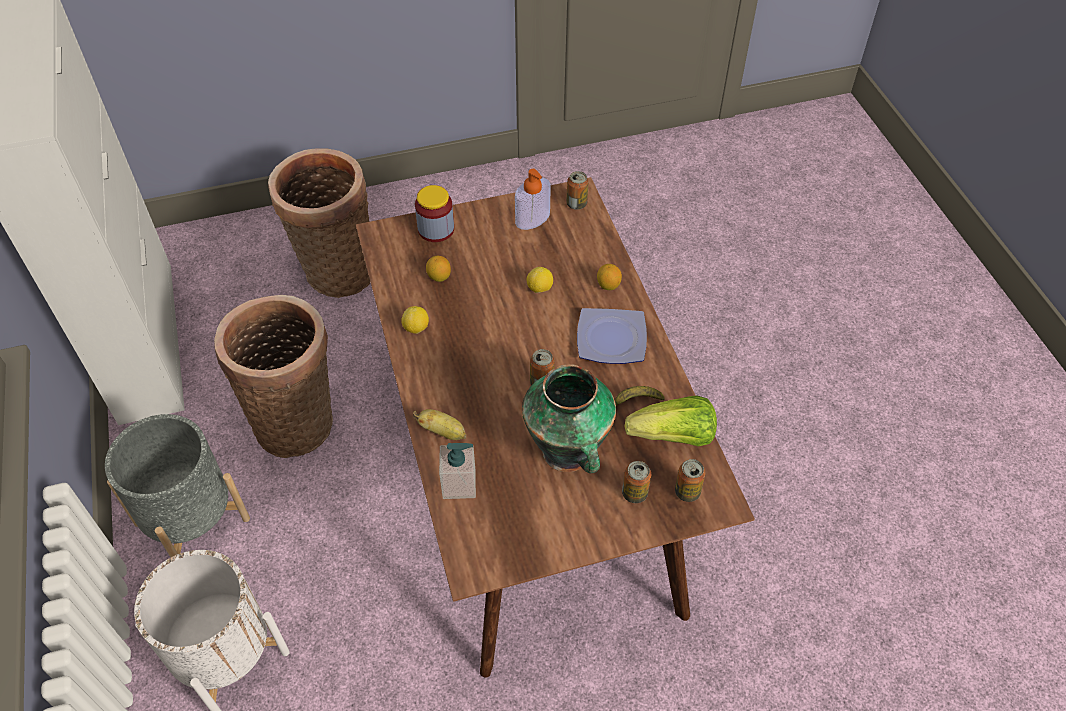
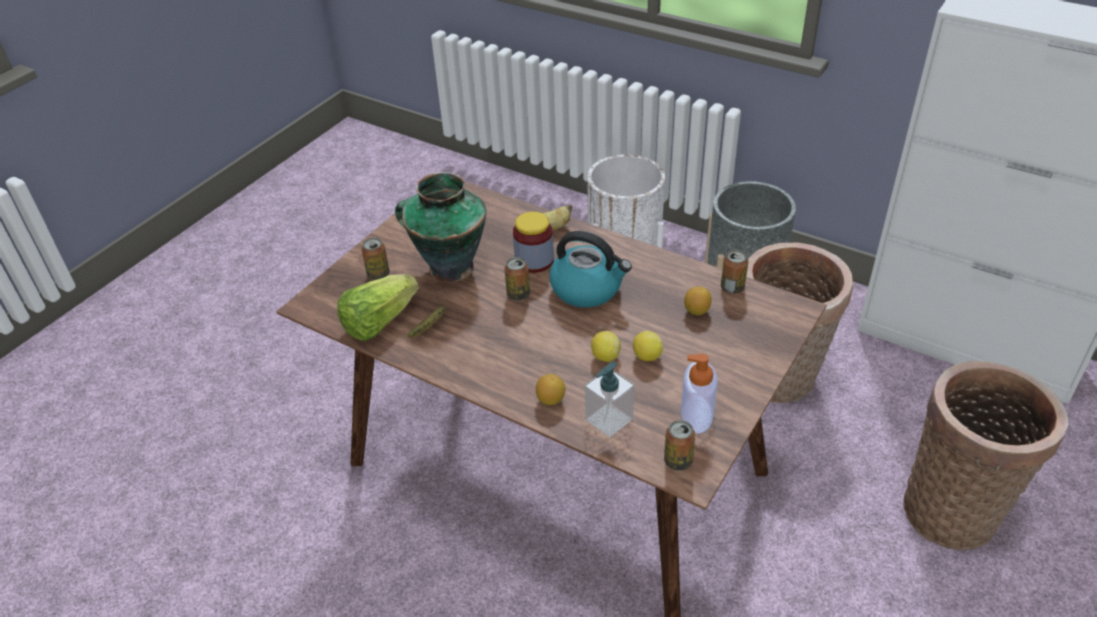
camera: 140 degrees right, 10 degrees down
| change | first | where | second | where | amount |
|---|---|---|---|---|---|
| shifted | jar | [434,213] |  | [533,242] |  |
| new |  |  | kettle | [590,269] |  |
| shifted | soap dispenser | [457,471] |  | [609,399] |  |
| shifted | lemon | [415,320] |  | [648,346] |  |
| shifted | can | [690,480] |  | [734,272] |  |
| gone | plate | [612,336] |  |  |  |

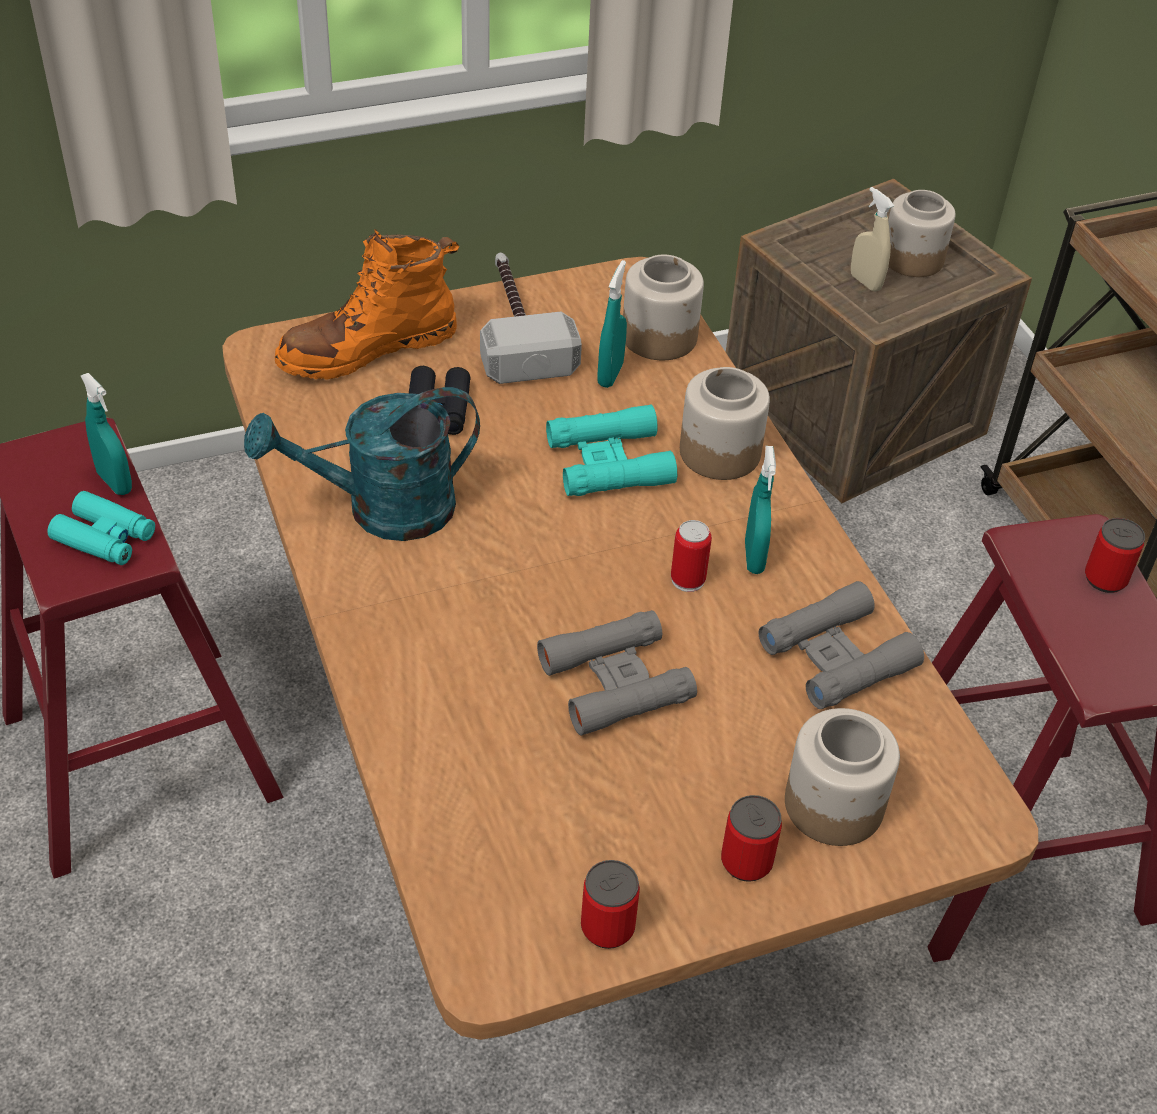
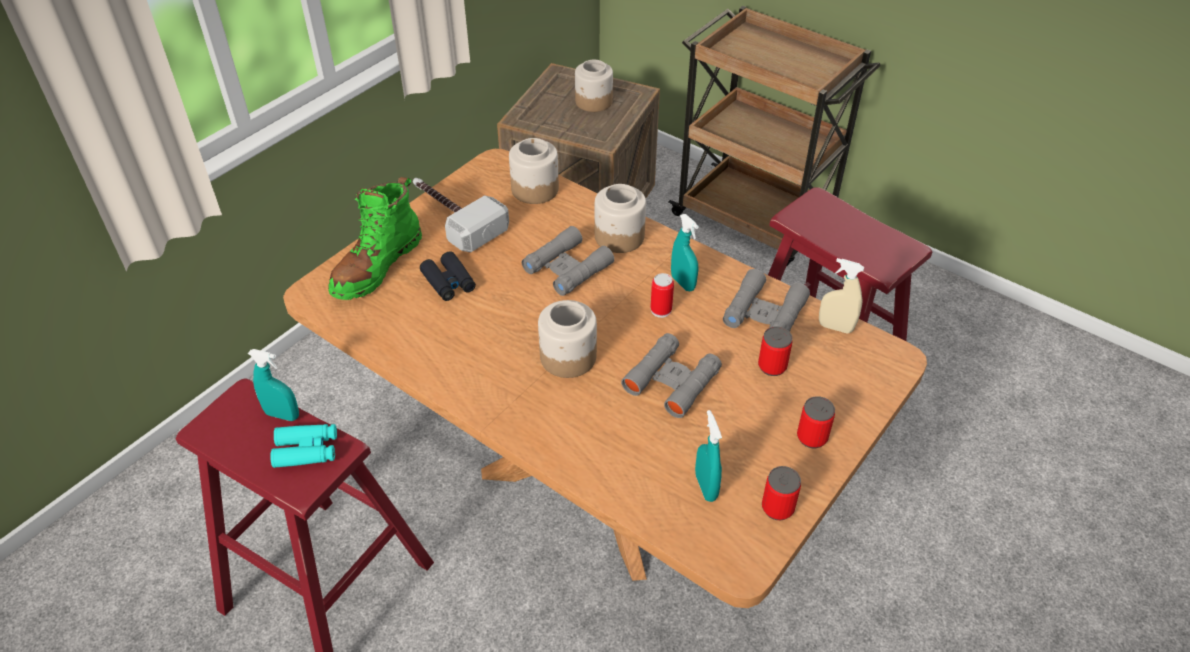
camera: 30 degrees left, 0 degrees up
| change | first | where | second | where | amount |
|---|---|---|---|---|---|
| repainted | boot in orange | [367,304] | boot in green | [375,238] |  |
| repainted | binoculars in turquoise | [611,450] | binoculars in grey | [568,261] |  |
| shifted | jar | [842,777] |  | [567,339] |  |
| shifted | spray bottle in turquoise | [612,324] |  | [708,456] |  |
| shifted | can | [1115,555] |  | [775,351] |  |
| shifted | spray bottle in beige | [872,239] |  | [841,296] |  |
| gone | watering can in turquoise | [362,464] |  |  |  |

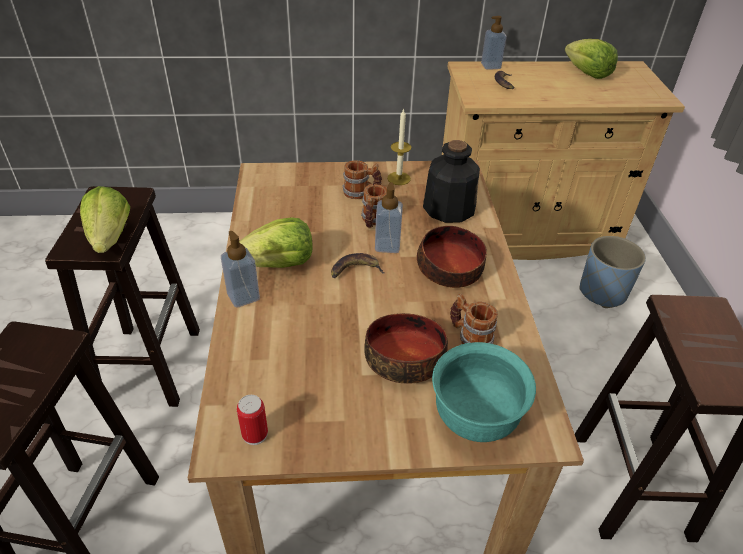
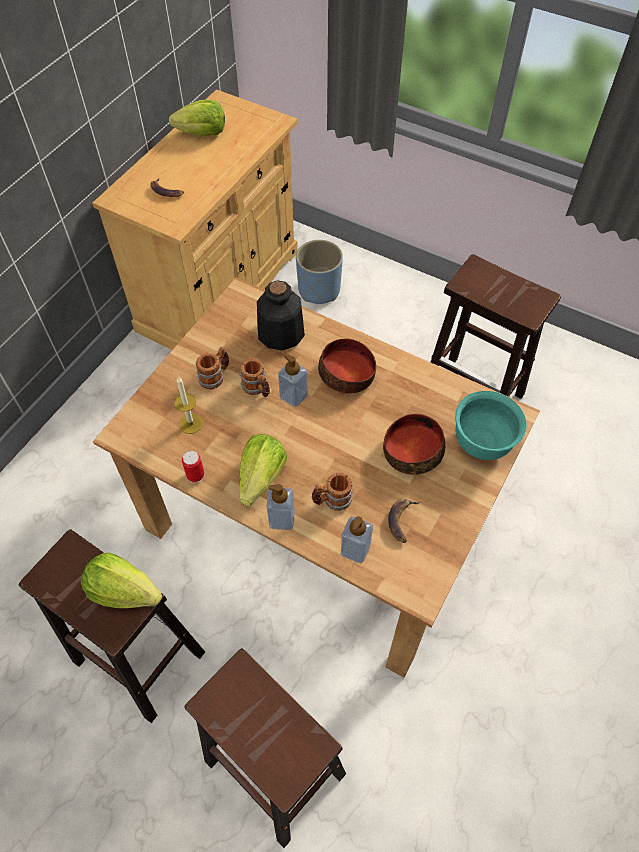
camera: 55 degrees left, 15 degrees up
| change | first | where | second | where | amount |
|---|---|---|---|---|---|
| shifted | candle | [399,146] |  | [188,405] |  |
| shifted | can | [252,420] |  | [193,467] |  |
| shifted | mug | [474,319] |  | [332,491] |  |
| shifted | soap dispenser | [494,43] |  | [357,539] |  |
| shifted | banana | [357,265] |  | [404,521] |  |

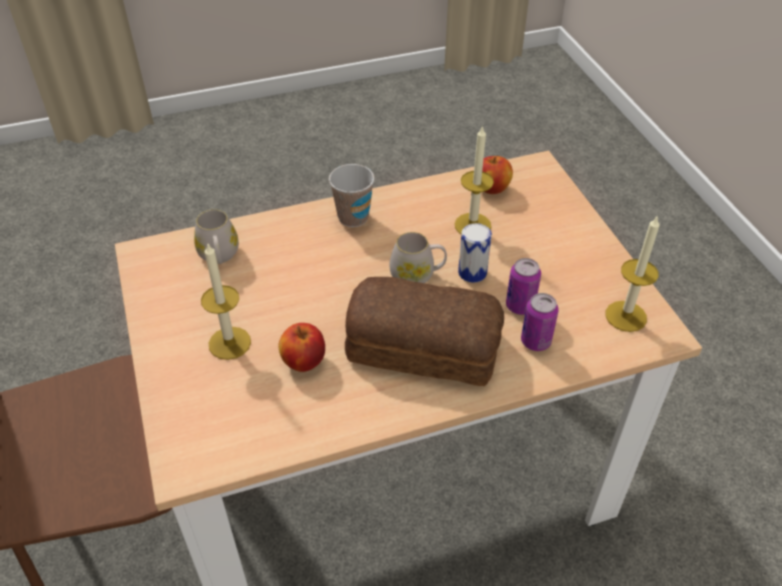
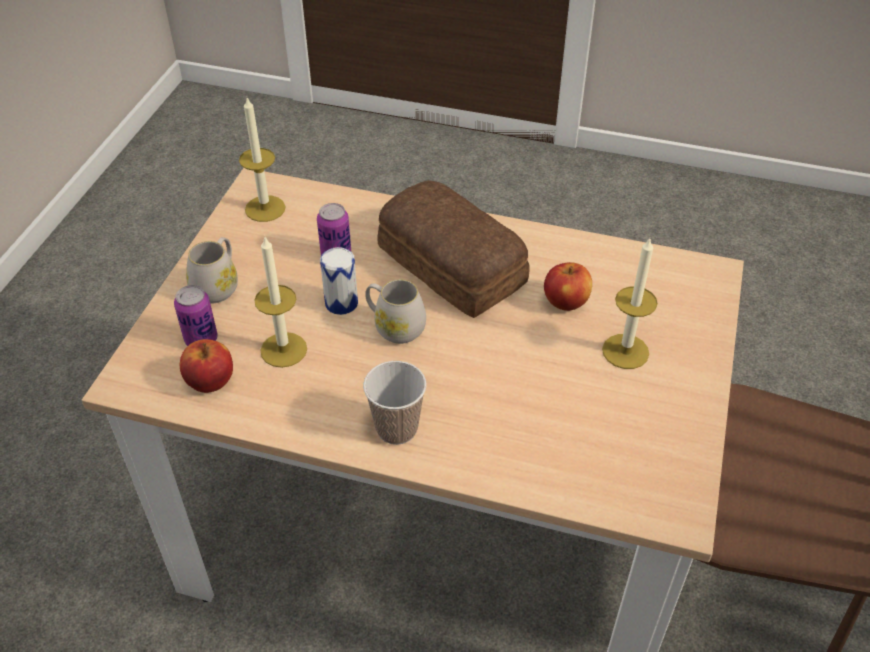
camera: 145 degrees left, 0 degrees up
| change | first | where | second | where | amount |
|---|---|---|---|---|---|
| shifted | can | [539,322] |  | [196,315] |  |
| shifted | mug in white | [216,236] |  | [212,270] |  |

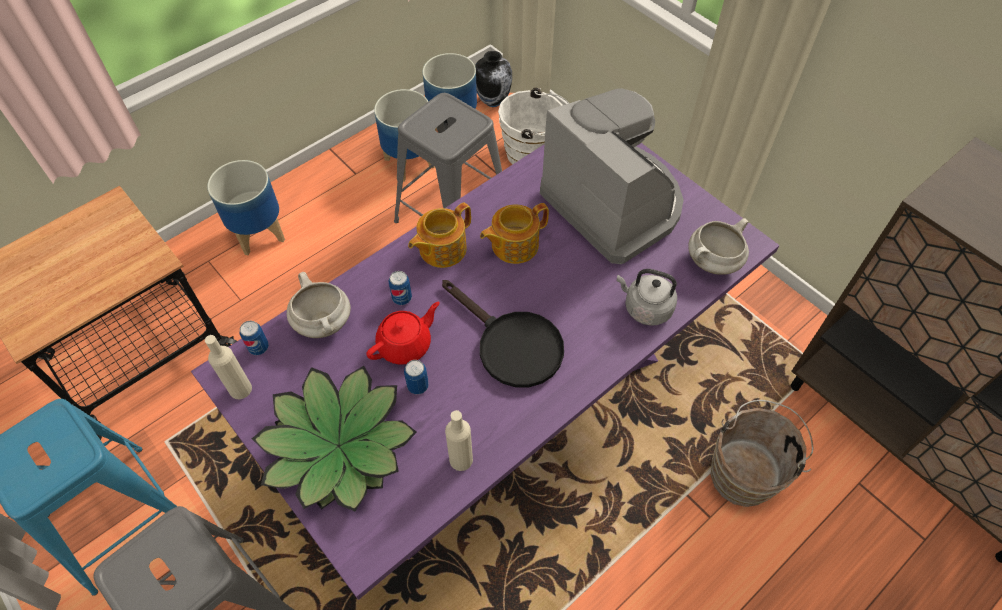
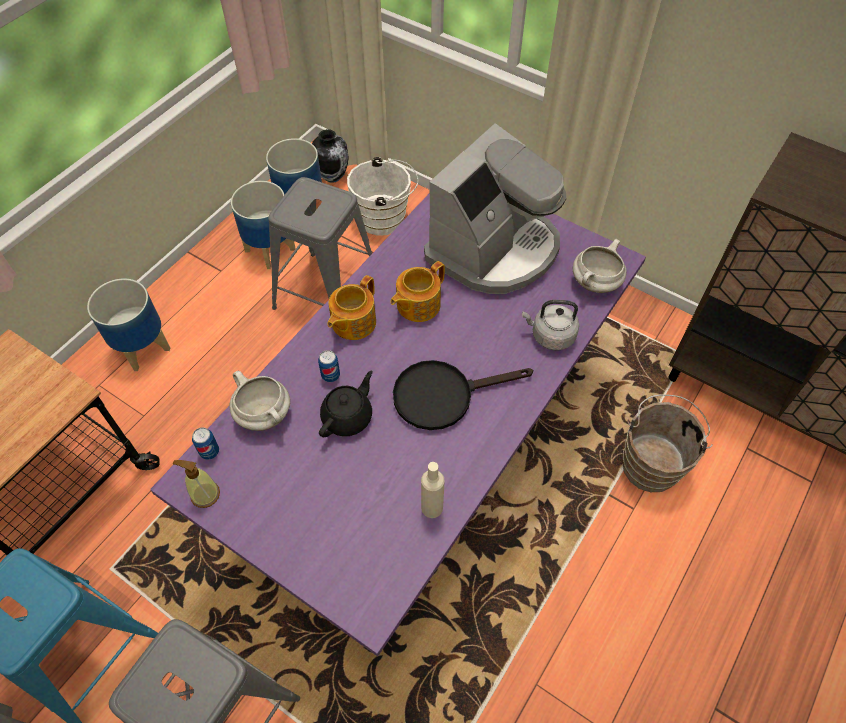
camera: 15 degrees left, 0 degrees up
| change | first | where | second | where | amount |
|---|---|---|---|---|---|
| swapped | bottle in beige | [228,367] | soap dispenser | [196,484] |  |
| repainted | teapot in red | [403,333] | teapot in black | [346,404] |  |
| rotated | frying pan in black | [503,333] |  | [463,395] | 135 degrees clockwise |
| rotated | coffee machine | [612,176] |  | [495,208] | 90 degrees clockwise |
| gone | potted plant | [334,438] |  |  |  |
| gone | can | [416,377] |  |  |  |

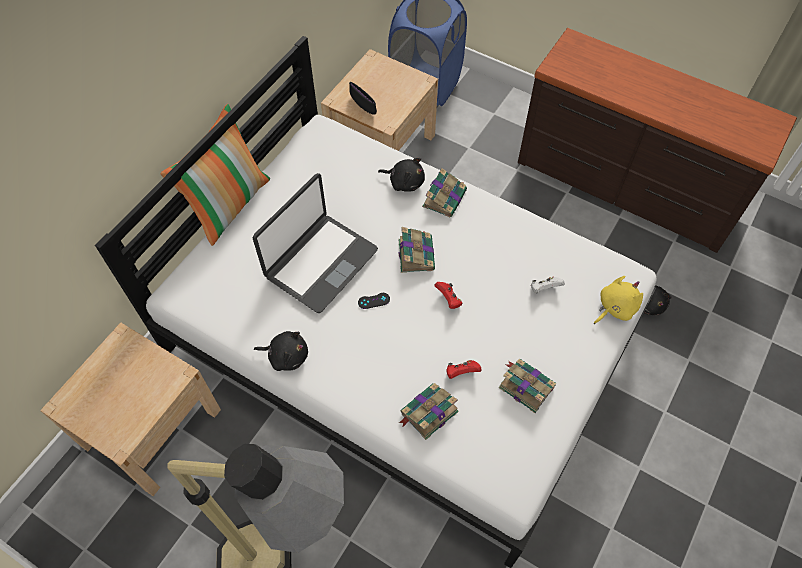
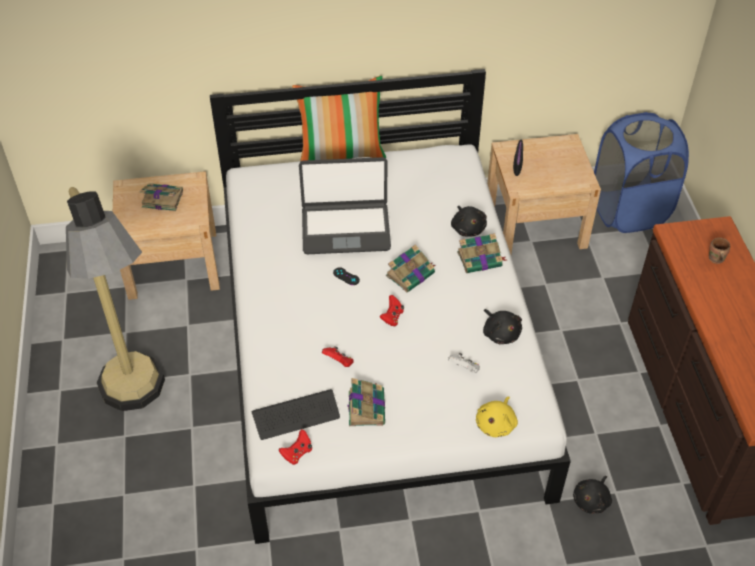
camera: 50 degrees right, 10 degrees down
| change | first | where | second | where | amount |
|---|---|---|---|---|---|
| shifted | book | [429,411] |  | [161,197] |  |
| new |  |  | keyboard | [295,414] |  |
| new |  |  | game controller in red | [295,447] |  |
| rotated | plush toy in yellow | [618,300] |  | [497,416] | 105 degrees clockwise |
| shifted | plush toy in black | [281,351] |  | [502,326] |  |
| new |  |  | mug in brown | [719,251] |  |

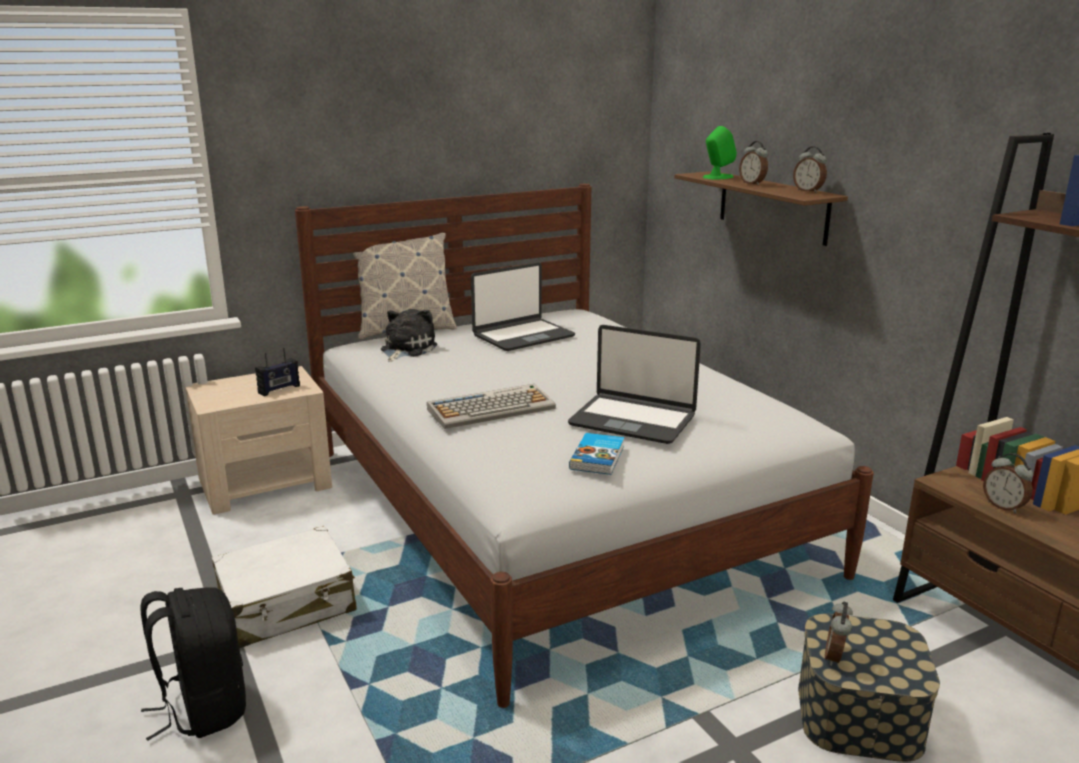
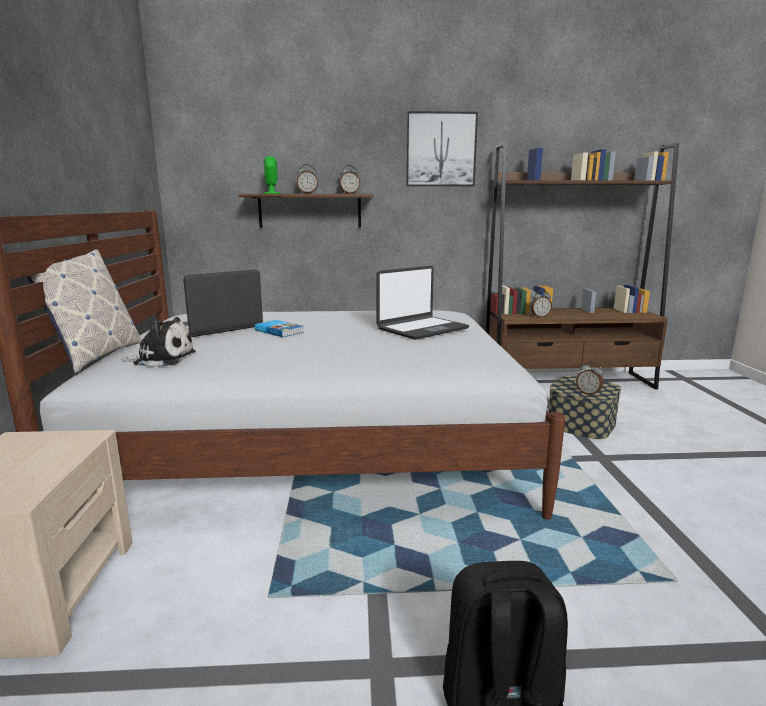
camera: 65 degrees left, 5 degrees down
| change | first | where | second | where | amount |
|---|---|---|---|---|---|
| rotated | plush toy | [409,335] |  | [158,342] | 135 degrees clockwise |
| rotated | laptop | [523,306] |  | [223,303] | 120 degrees counterclockwise |
| shifted | book | [596,454] |  | [279,328] |  |
| new |  |  | picture | [442,148] |  |
| gone | suitcase in white | [284,587] |  |  |  |
| gone | radio | [277,372] |  |  |  |
| gone | keyboard | [491,406] |  |  |  |

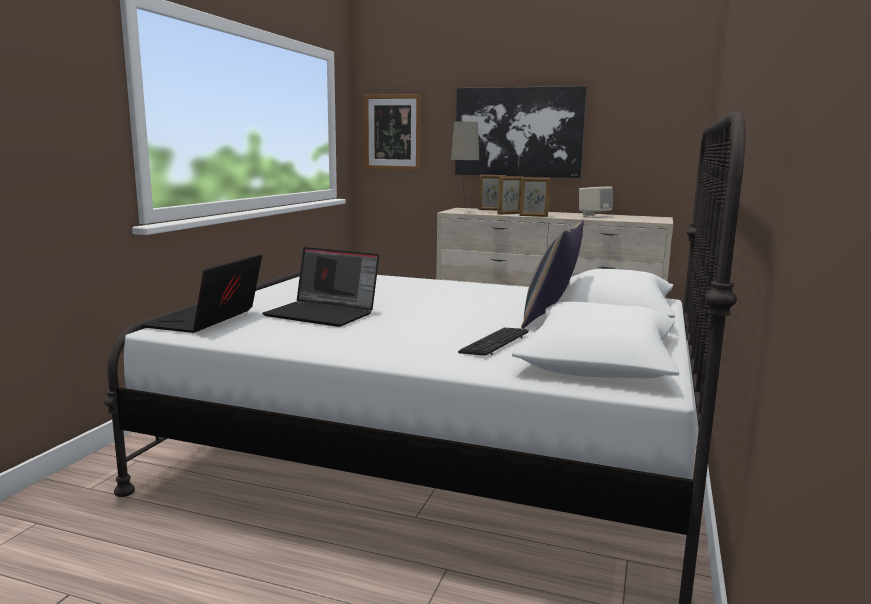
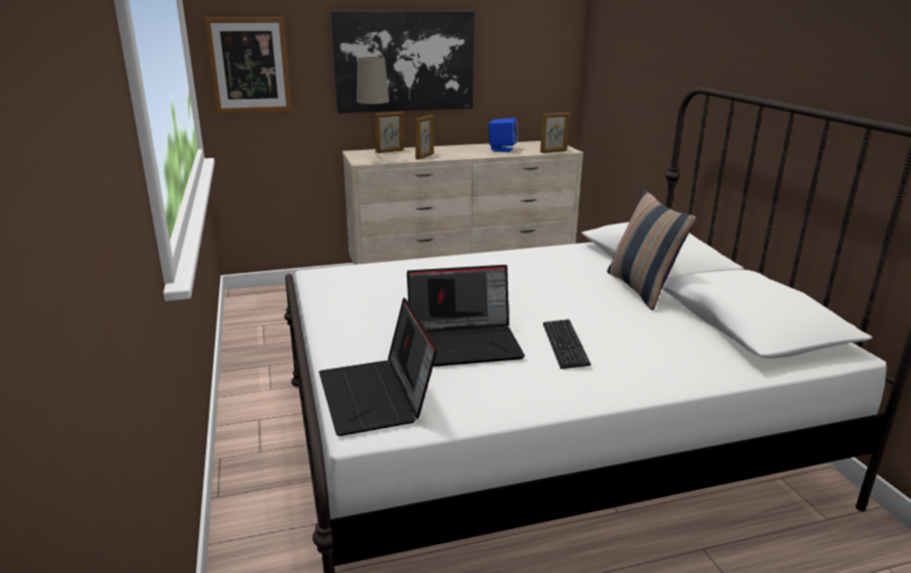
camera: 35 degrees left, 10 degrees up
| change | first | where | second | where | amount |
|---|---|---|---|---|---|
| repainted | speaker in beige | [596,202] | speaker in blue | [503,135] |  |
| shifted | picture frame | [535,197] |  | [554,132] |  |
| shifted | keyboard | [493,342] |  | [567,344] |  |

